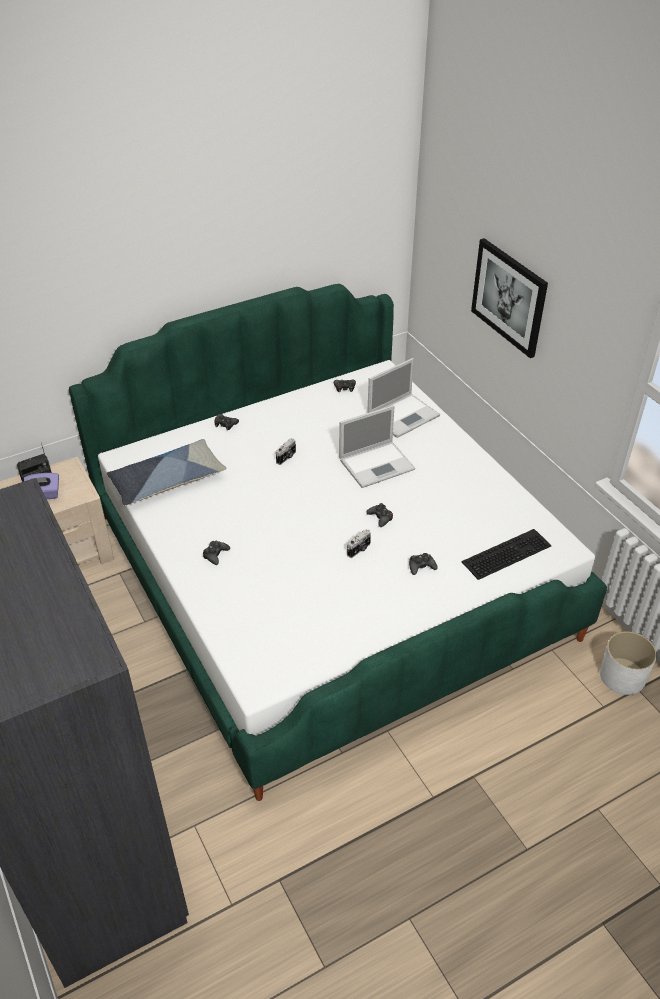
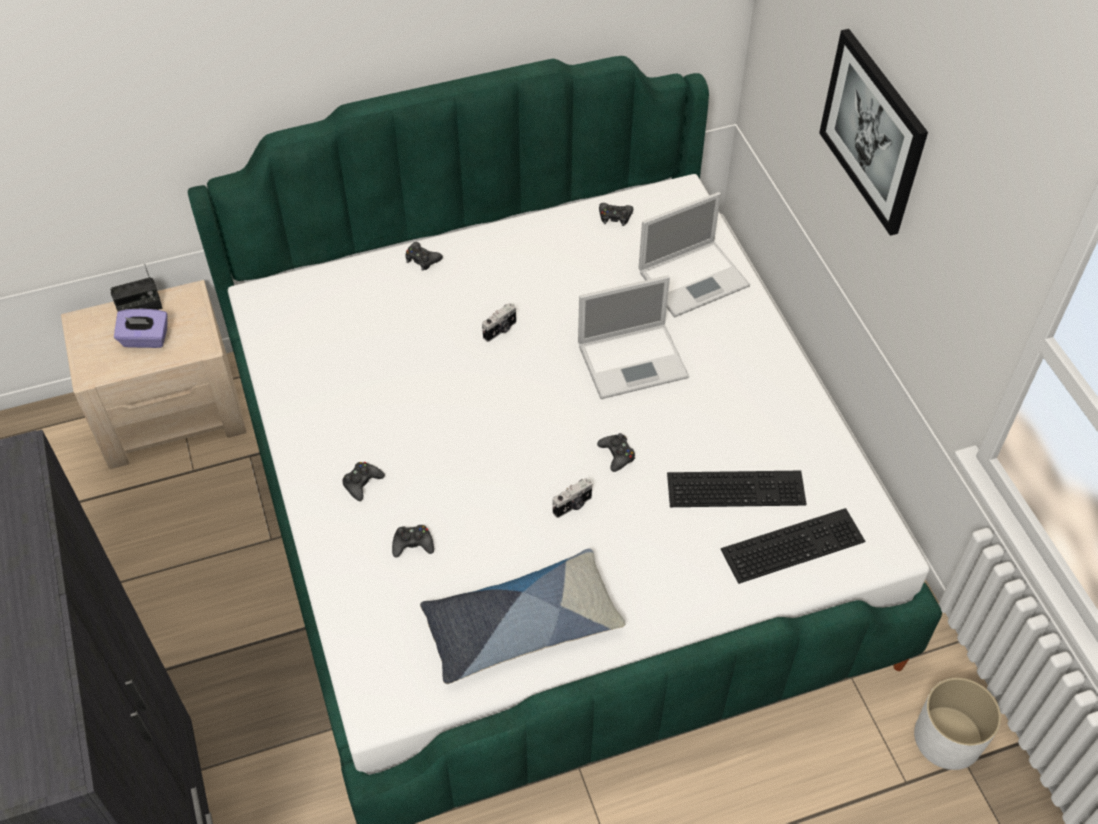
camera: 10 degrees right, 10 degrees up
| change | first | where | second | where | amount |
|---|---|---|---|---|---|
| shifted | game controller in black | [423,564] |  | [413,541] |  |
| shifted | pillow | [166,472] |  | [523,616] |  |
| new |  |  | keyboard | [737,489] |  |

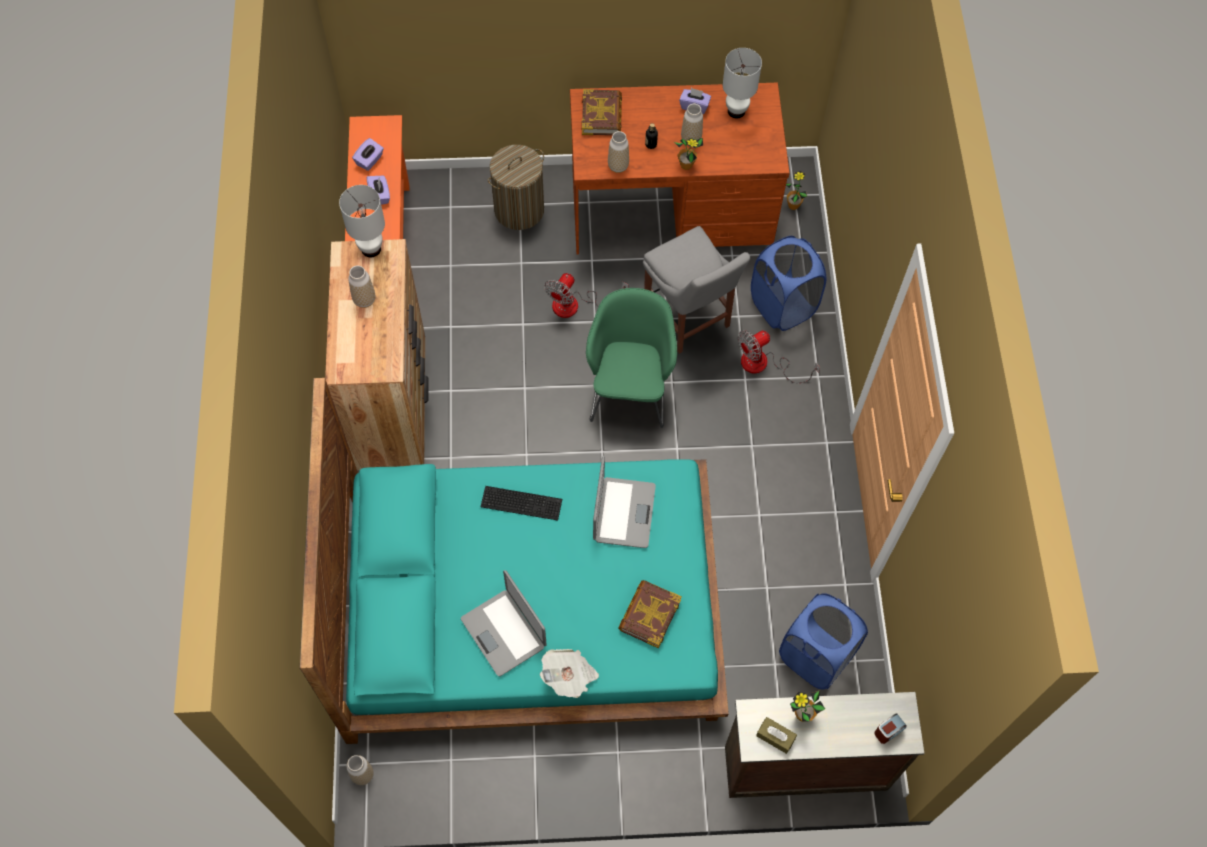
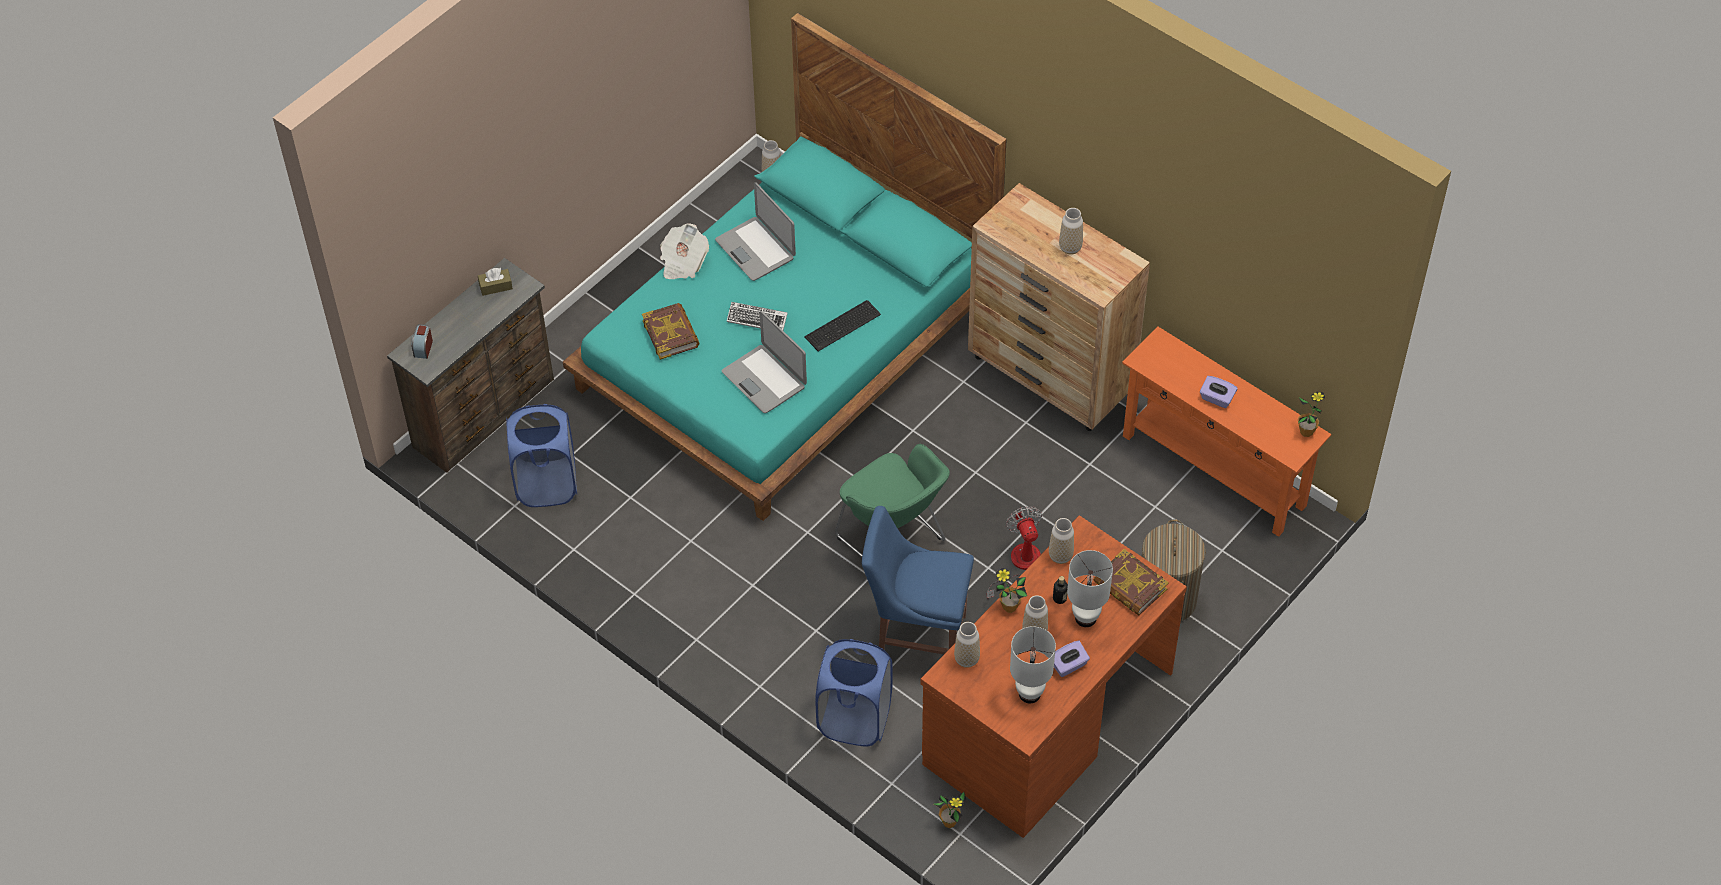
camera: 135 degrees right, 10 degrees down
| change | first | where | second | where | amount |
|---|---|---|---|---|---|
| rotated | laptop | [504,623] |  | [755,231] | 135 degrees counterclockwise |
| new |  |  | keyboard | [757,316] |  |
| repainted | chair in grey | [696,290] | chair in blue | [918,580] |  |
| new |  |  | vase | [967,645] |  |
| shifted | table lamp in white | [362,221] |  | [1090,588] |  |
| shifted | potted plant | [807,706] |  | [1311,414] |  |
| gone | tissue box in purple | [368,154] |  |  |  |
| gone | fan | [779,356] |  |  |  |

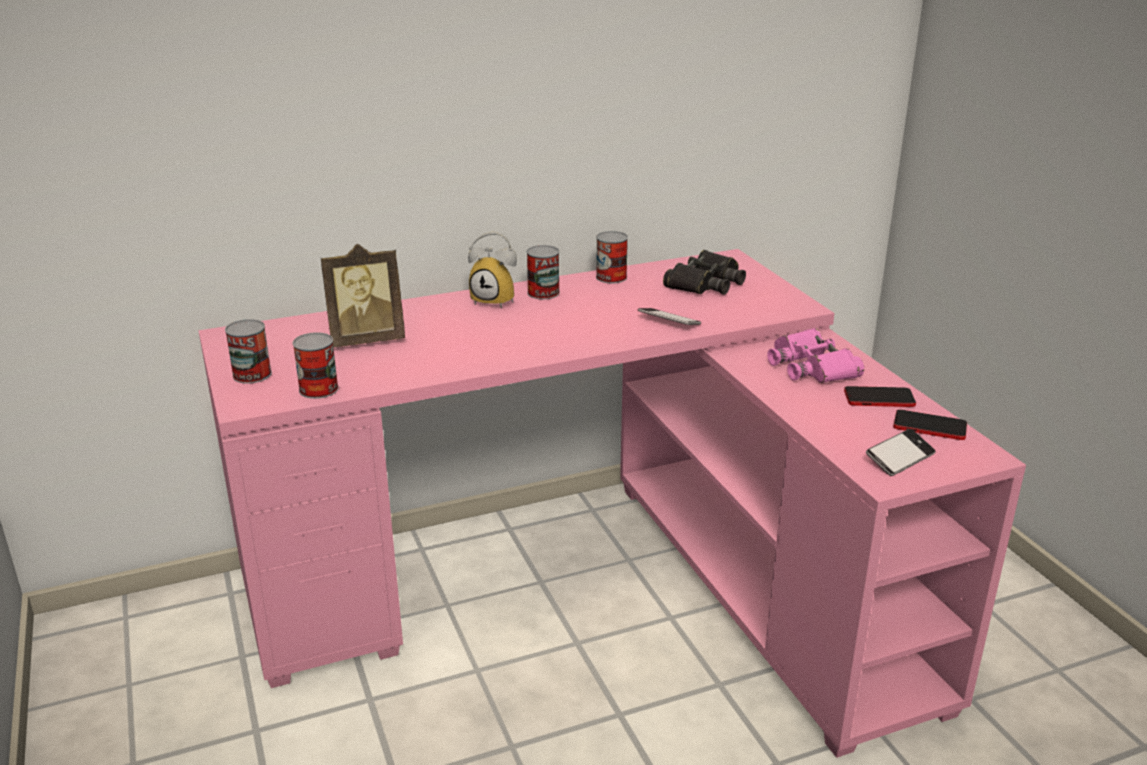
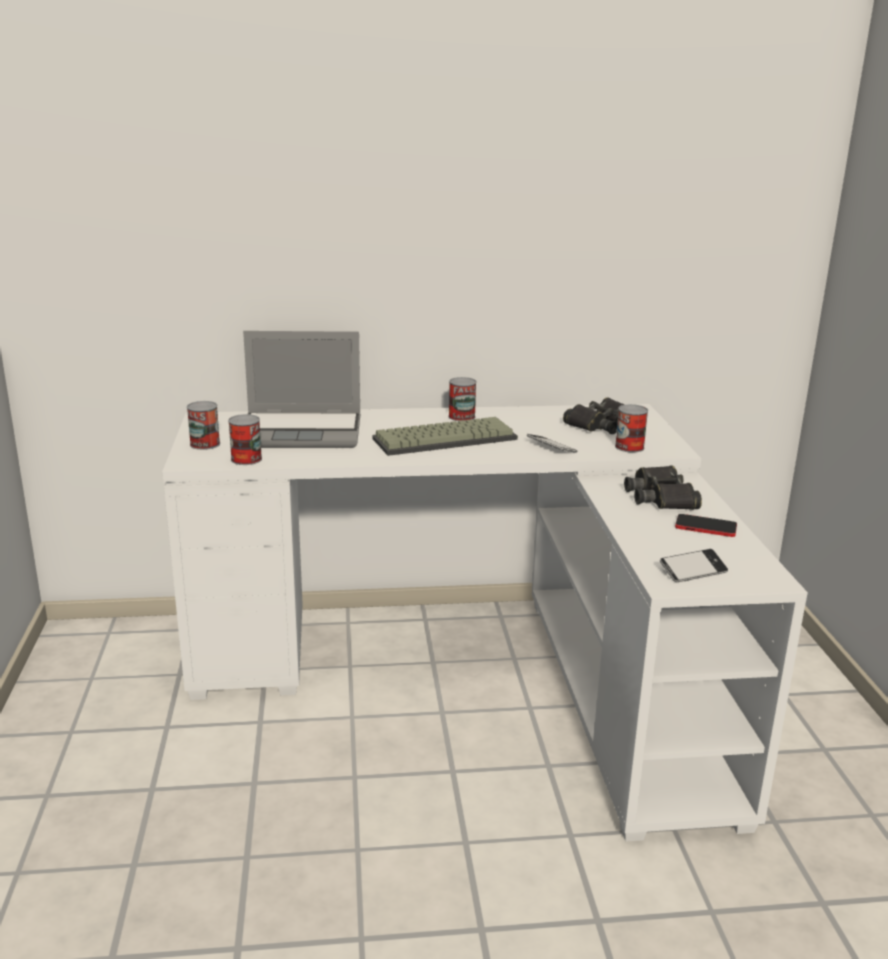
camera: 15 degrees right, 5 degrees down
| change | first | where | second | where | amount |
|---|---|---|---|---|---|
| repainted | desk in pink | [612,503] | desk in white | [485,622] |  |
| swapped | picture frame | [362,296] | laptop | [301,389] |  |
| new |  |  | keyboard | [445,436] |  |
| shifted | can | [612,257] |  | [631,428] |  |
| repainted | binoculars in pink | [815,355] | binoculars in black | [663,488] |  |
| gone | alarm clock | [492,270] |  |  |  |
| gone | phone | [930,425] |  |  |  |

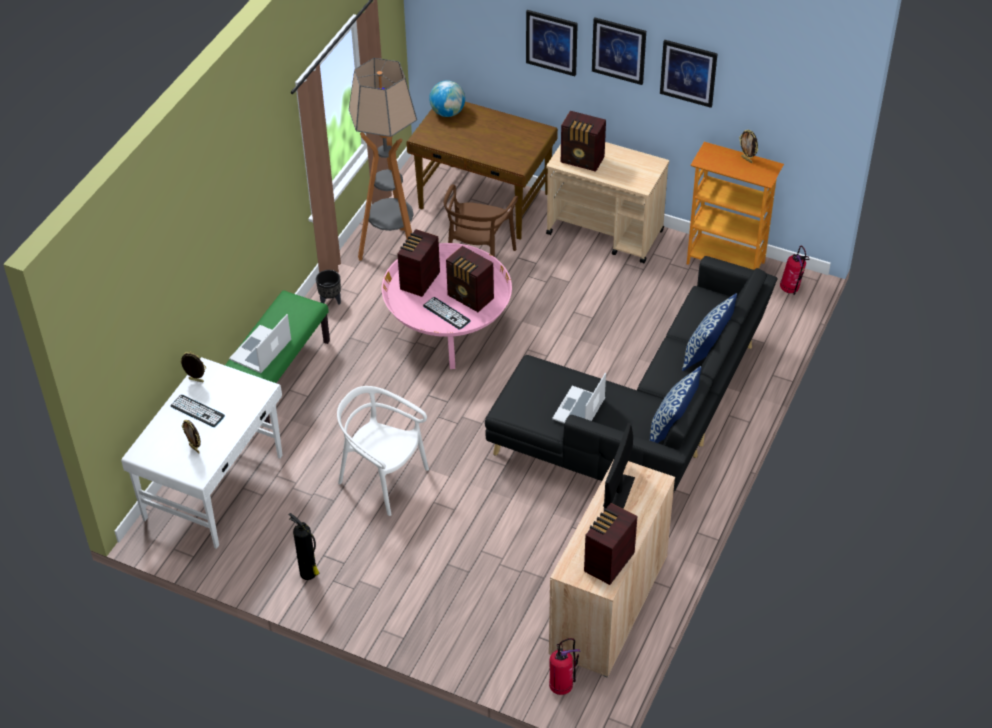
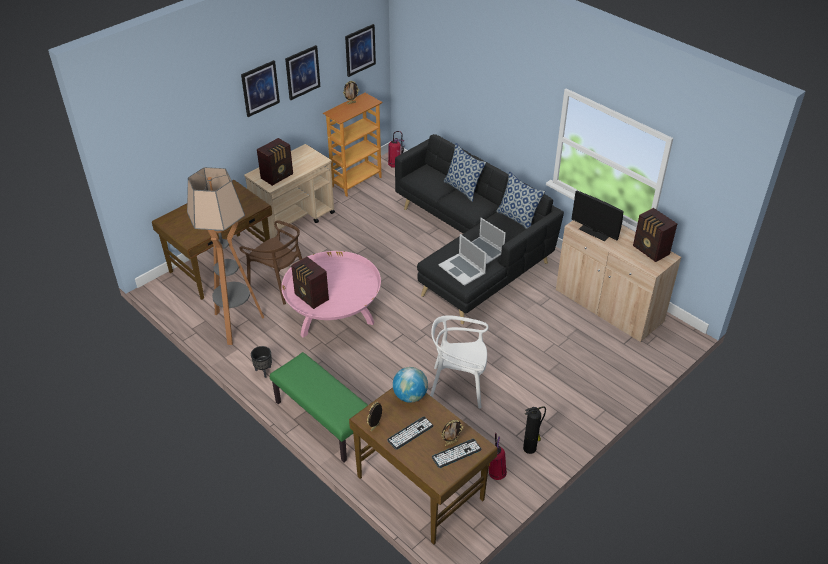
camera: 70 degrees left, 5 degrees down
| change | first | where | second | where | amount |
|---|---|---|---|---|---|
| shifted | picture | [552,43] |  | [360,50] |  |
| repainted | desk in white | [202,453] | desk in brown | [423,466] |  |
| shifted | globe | [447,98] |  | [410,385] |  |
| rotated | chair in white | [383,451] |  | [459,361] | 45 degrees clockwise |
| shifted | keyboard | [447,313] |  | [456,453] |  |
| shifted | laptop | [260,343] |  | [463,260] |  |
| shifted | fire extinguisher | [565,666] |  | [498,456] |  |
| gone | radio | [470,279] |  |  |  |

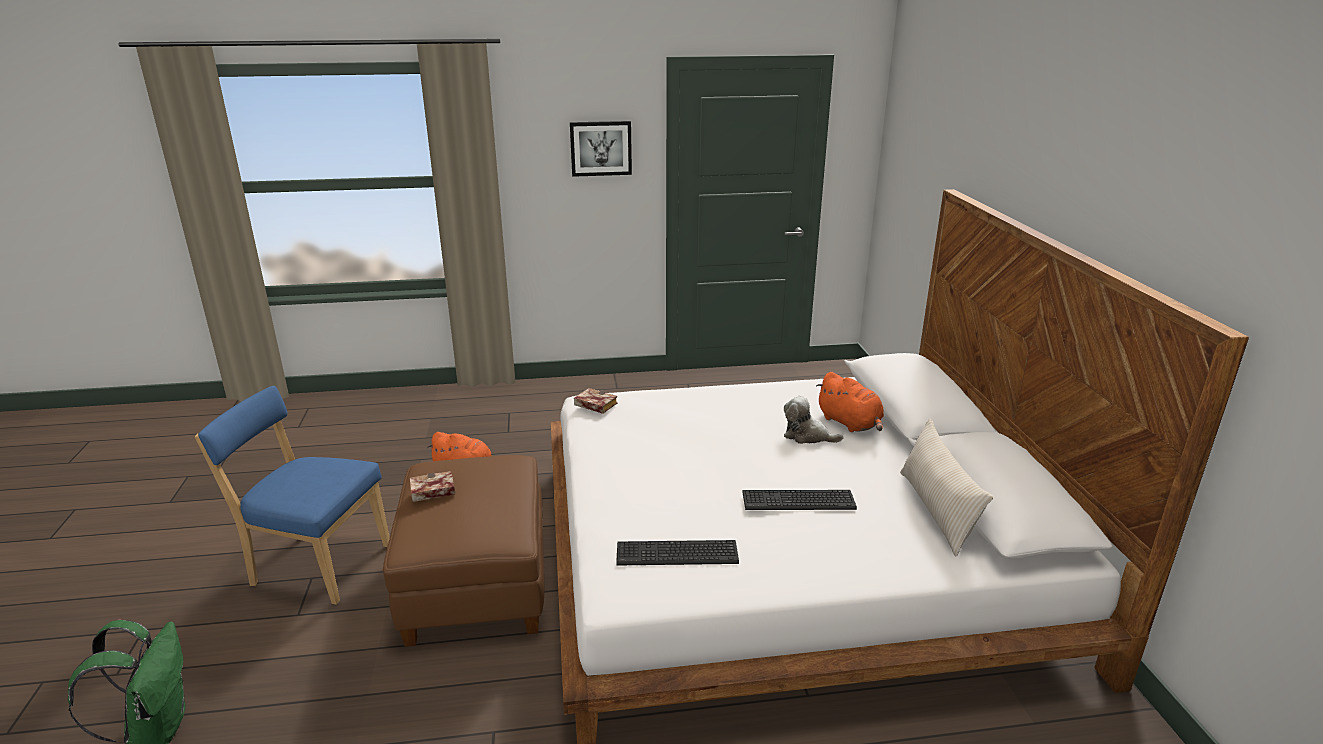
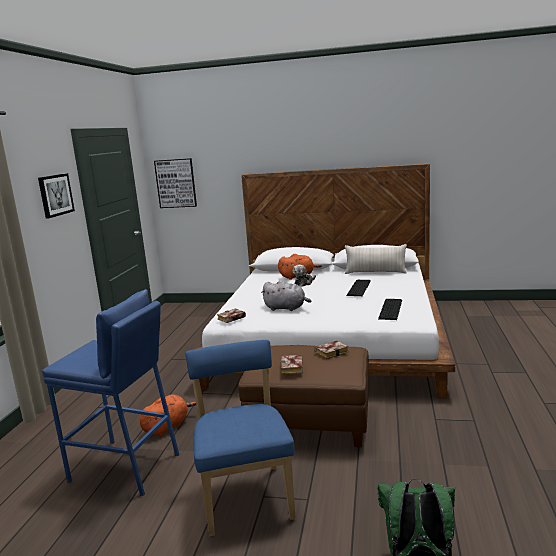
camera: 70 degrees left, 10 degrees down
| change | first | where | second | where | amount |
|---|---|---|---|---|---|
| new |  |  | stool in blue | [110,392] |  |
| new |  |  | picture | [175,183] |  |
| rotated | chair in blue | [292,495] |  | [240,438] | 135 degrees clockwise |
| new |  |  | plush toy in grey | [286,296] |  |
| new |  |  | book | [331,349] |  |

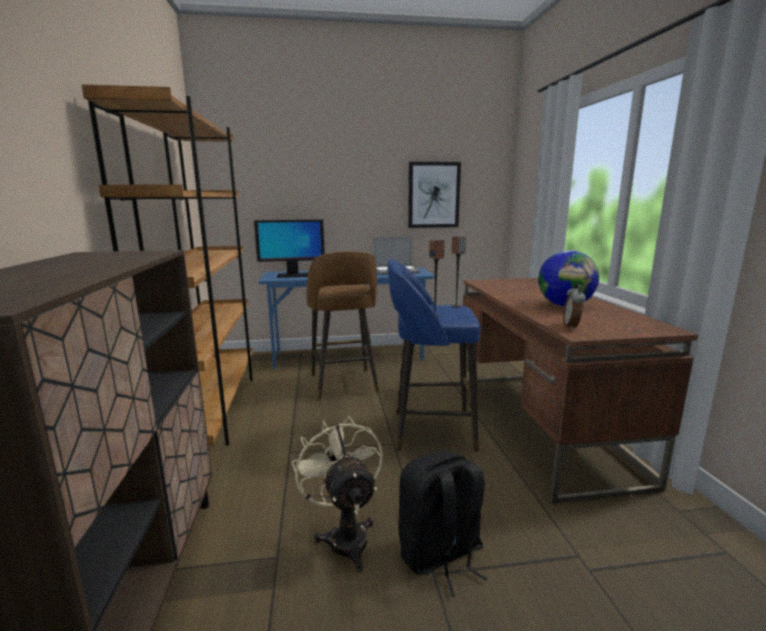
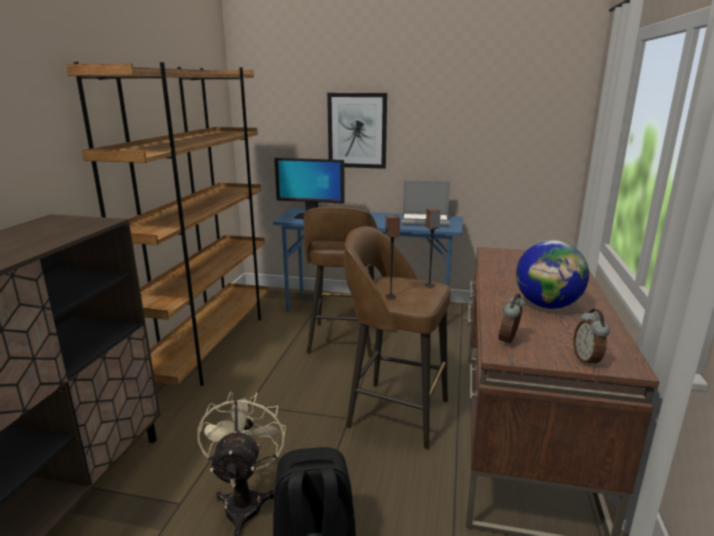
camera: 20 degrees right, 5 degrees up
| change | first | where | second | where | amount |
|---|---|---|---|---|---|
| shifted | picture | [434,195] |  | [357,131] |  |
| repainted | stool in blue | [434,356] | stool in brown | [397,337] |  |
| new |  |  | alarm clock | [591,338] |  |

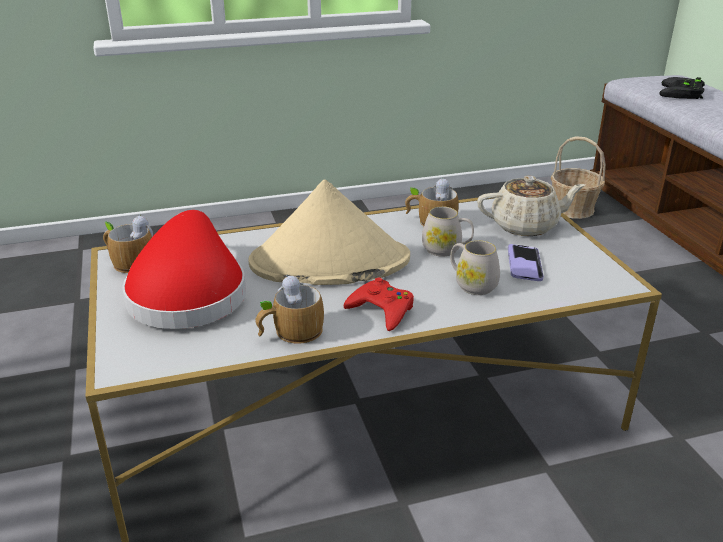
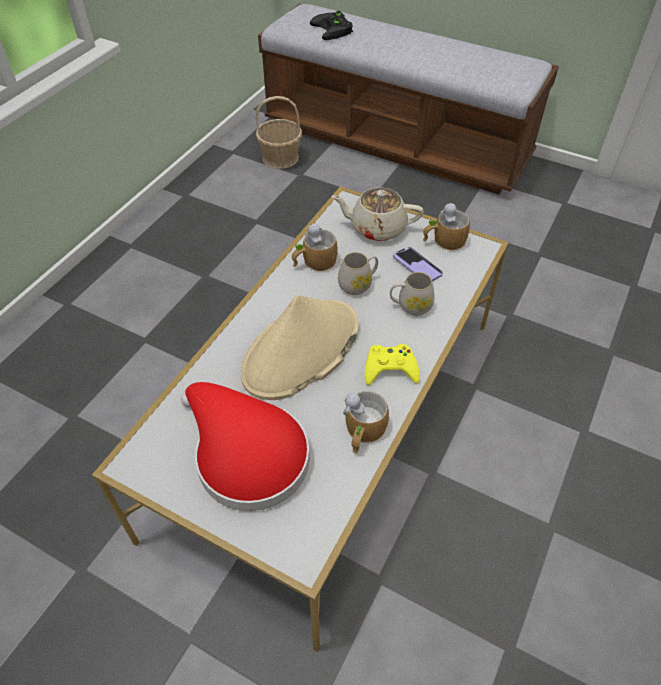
camera: 45 degrees left, 20 degrees up
| change | first | where | second | where | amount |
|---|---|---|---|---|---|
| rotated | teapot in beige | [531,205] |  | [377,214] | 120 degrees counterclockwise |
| repainted | game controller in red | [379,304] | game controller in yellow | [392,364] |  |
| shifted | mug | [128,243] |  | [446,226] |  |

